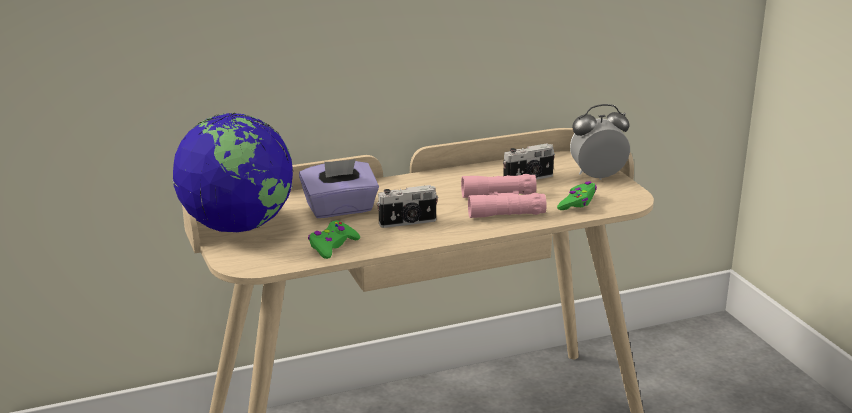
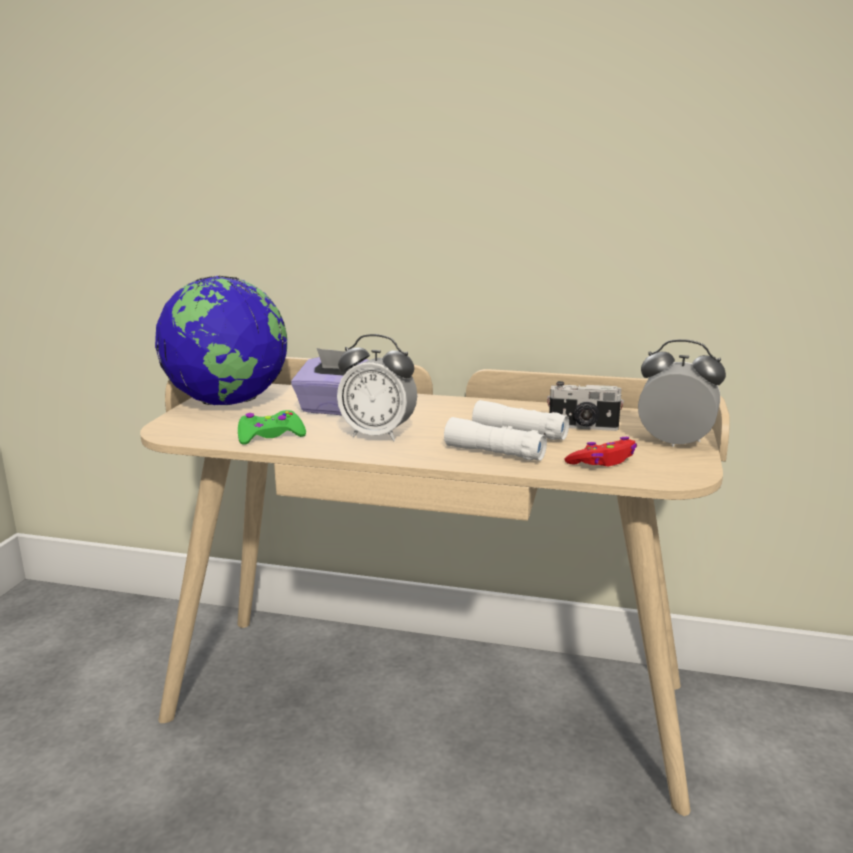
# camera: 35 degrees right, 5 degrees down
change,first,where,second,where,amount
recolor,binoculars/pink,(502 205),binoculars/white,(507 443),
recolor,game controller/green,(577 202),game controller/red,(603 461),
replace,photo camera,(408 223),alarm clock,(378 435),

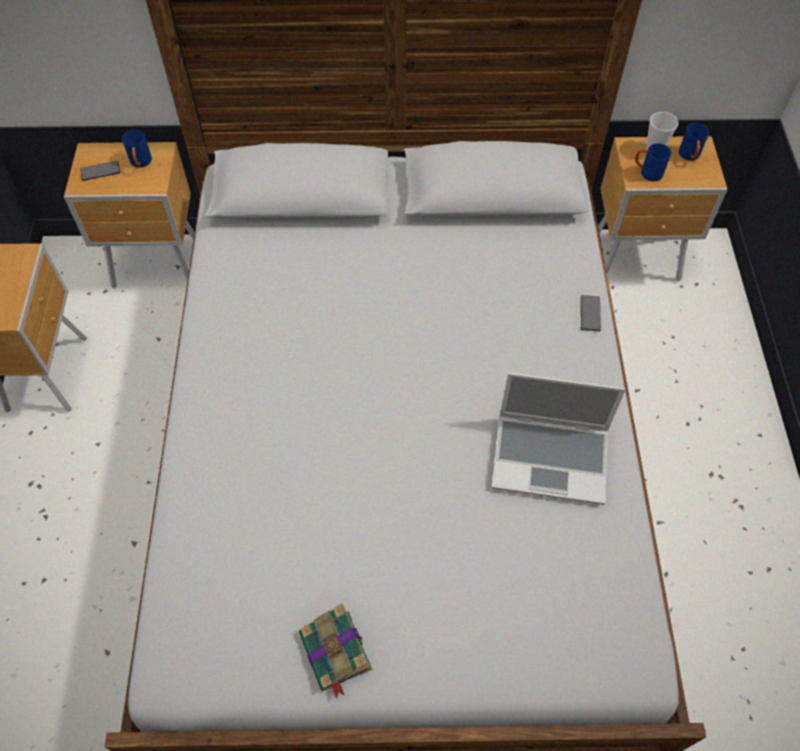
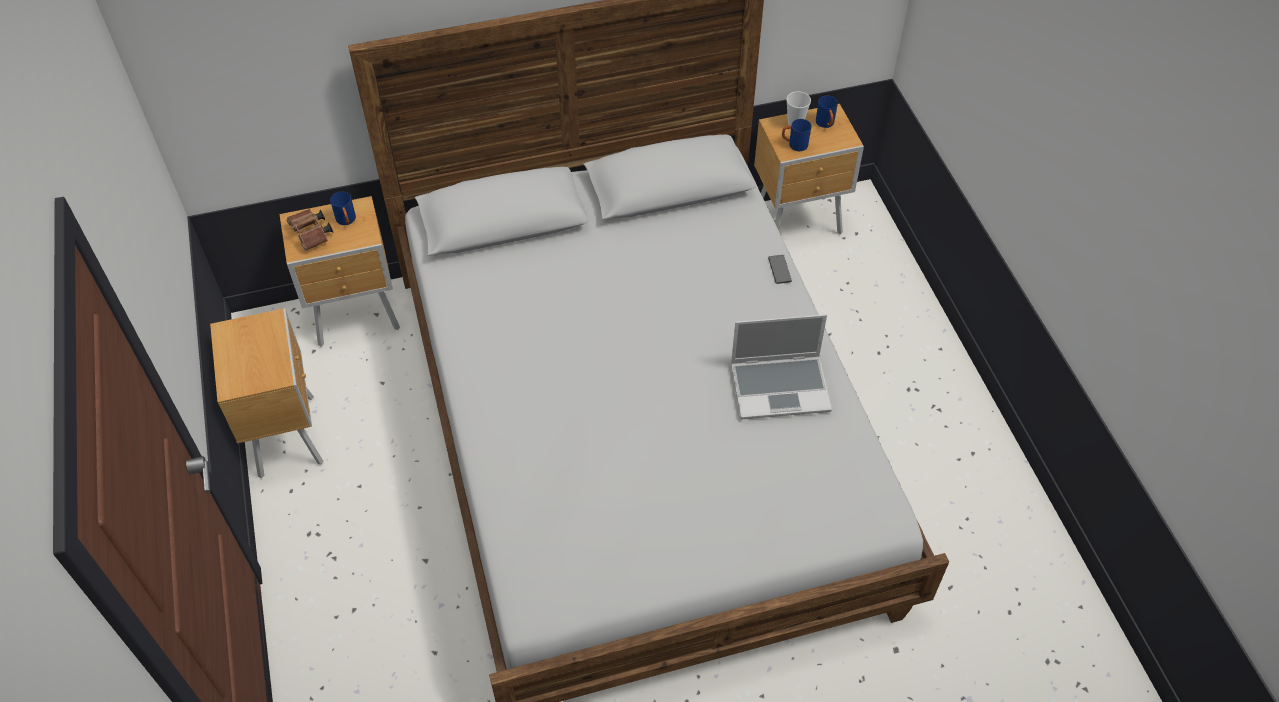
# camera: 15 degrees left, 5 degrees down
change,first,where,second,where,amount
replace,phone,(100 171),binoculars/brown,(312 235),
delete,book,(336 653),,,

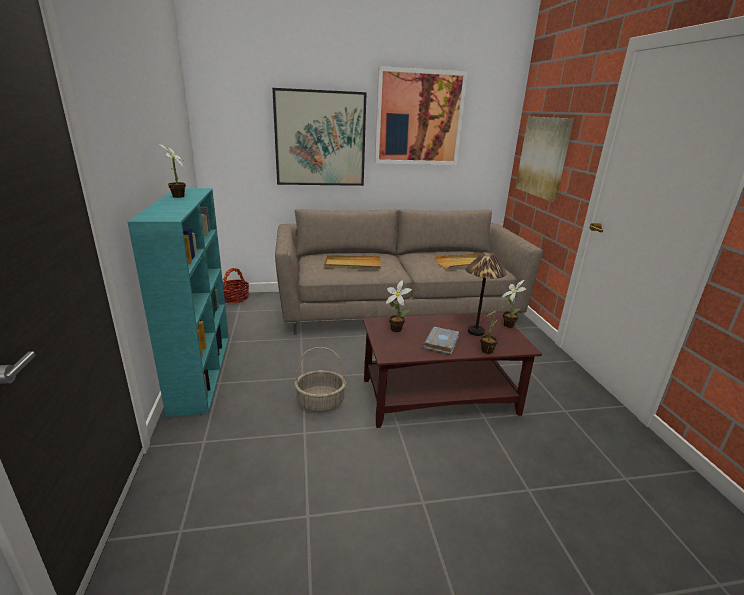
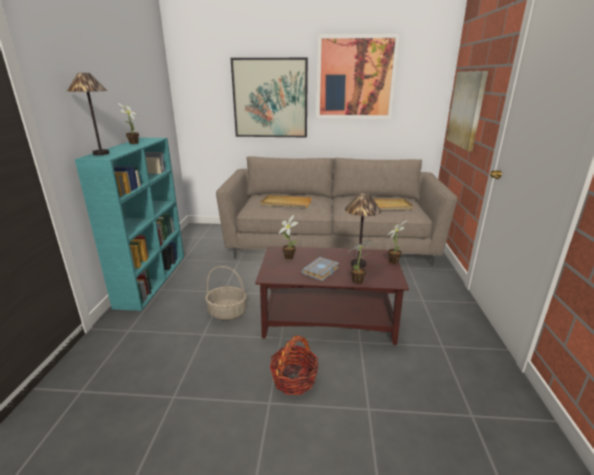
# camera: 15 degrees right, 0 degrees up
change,first,where,second,where,amount
move,basket,(234 298),,(294 379),
insert,,,table lamp,(100 153),

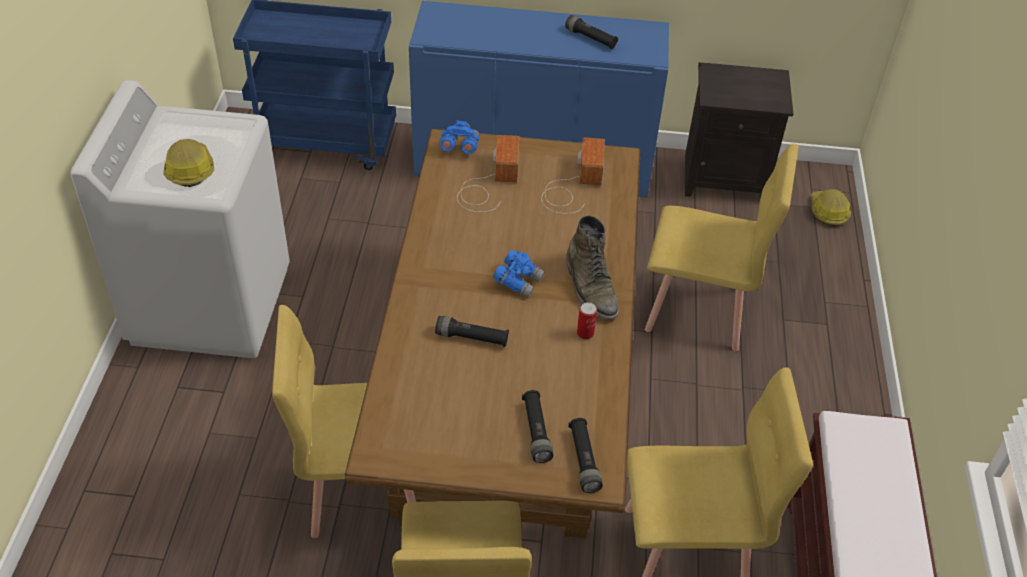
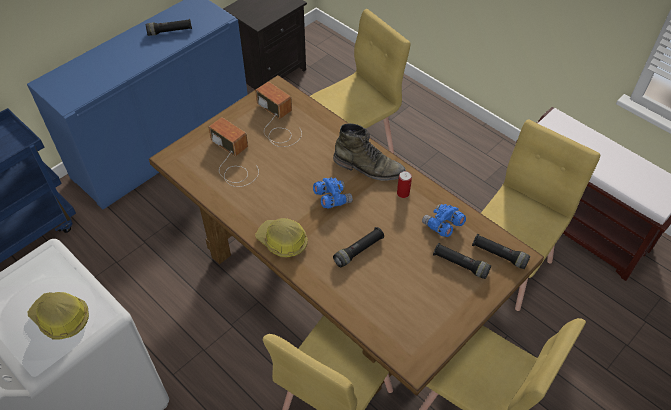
# camera: 50 degrees left, 5 degrees up
change,first,where,second,where,amount
move,binoculars/blue,(459 148),,(442 226),
move,hard hat,(827 212),,(282 241),

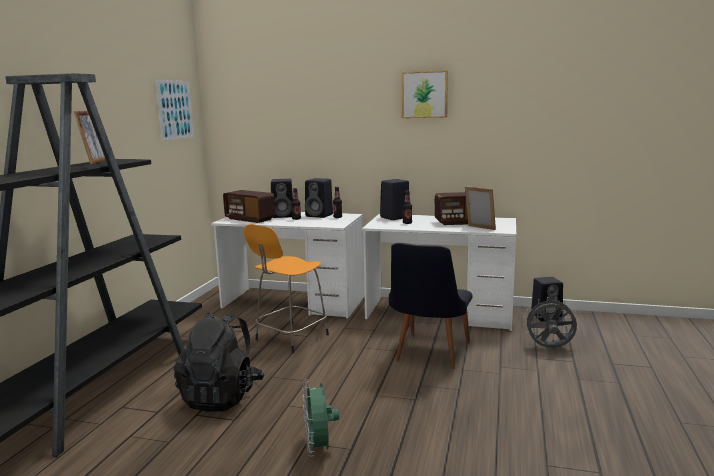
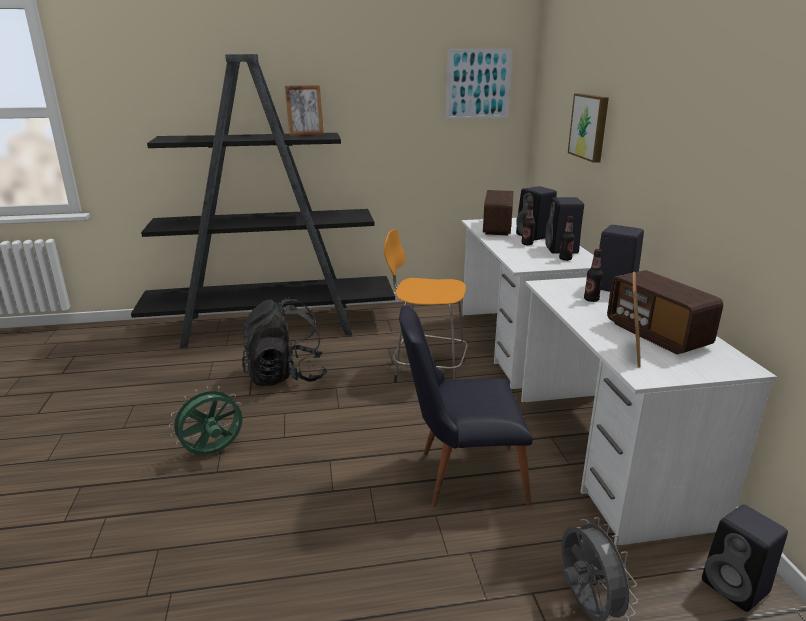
# camera: 65 degrees right, 10 degrees up
change,first,where,second,where,amount
move,picture,(425 94),,(590 127),

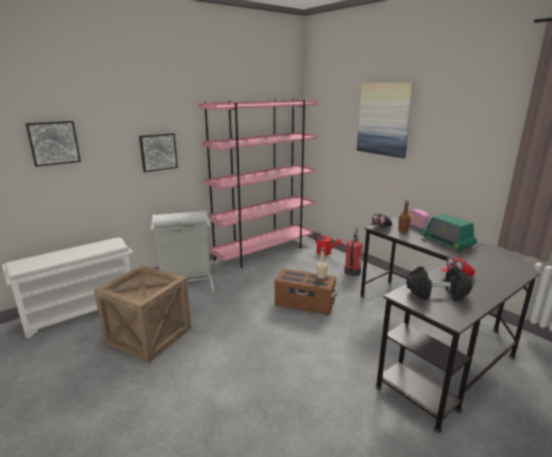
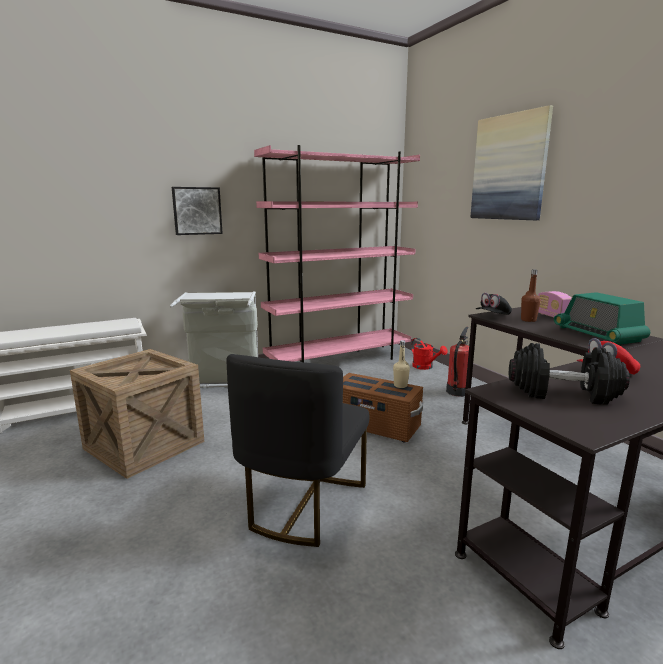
# camera: 10 degrees right, 5 degrees down
change,first,where,second,where,amount
delete,picture,(53 143),,,
insert,,,chair/black,(302 504),

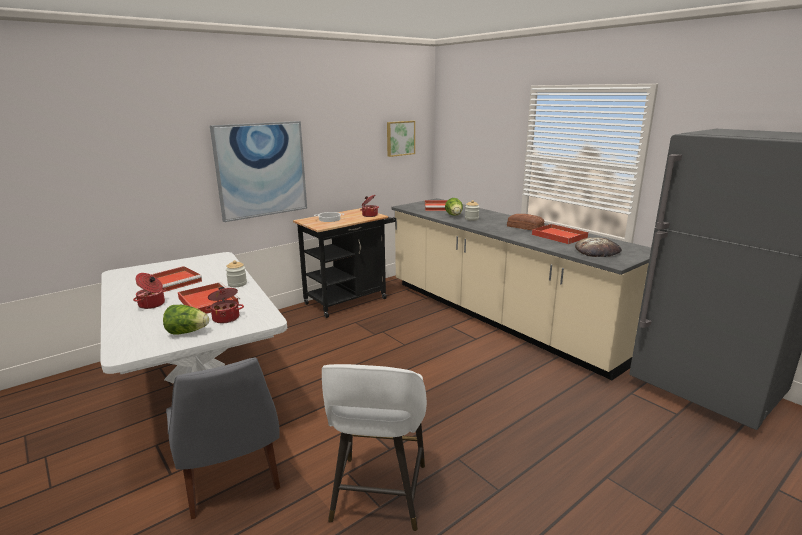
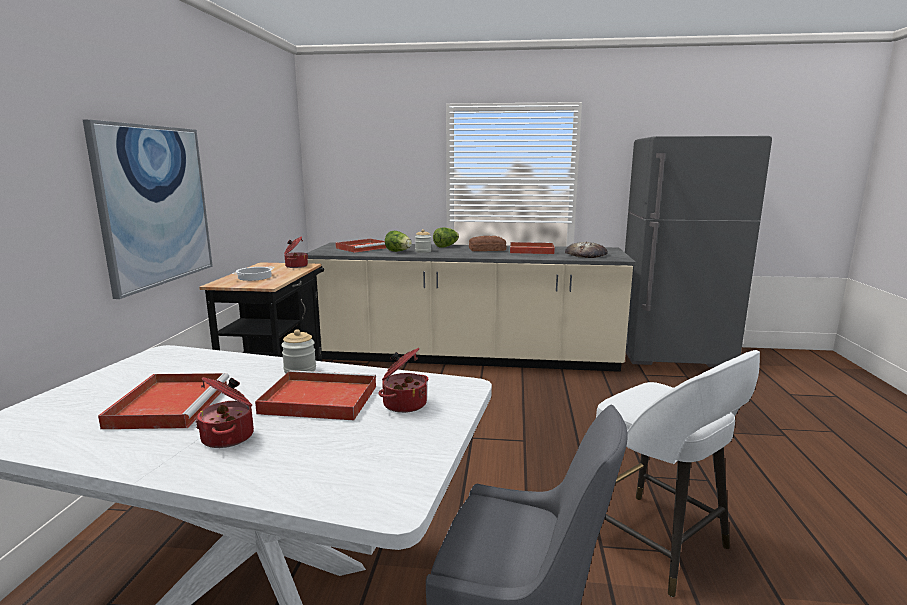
# camera: 45 degrees left, 5 degrees down
change,first,where,second,where,amount
delete,picture,(400 138),,,
move,lettuce,(187 332),,(446 246),

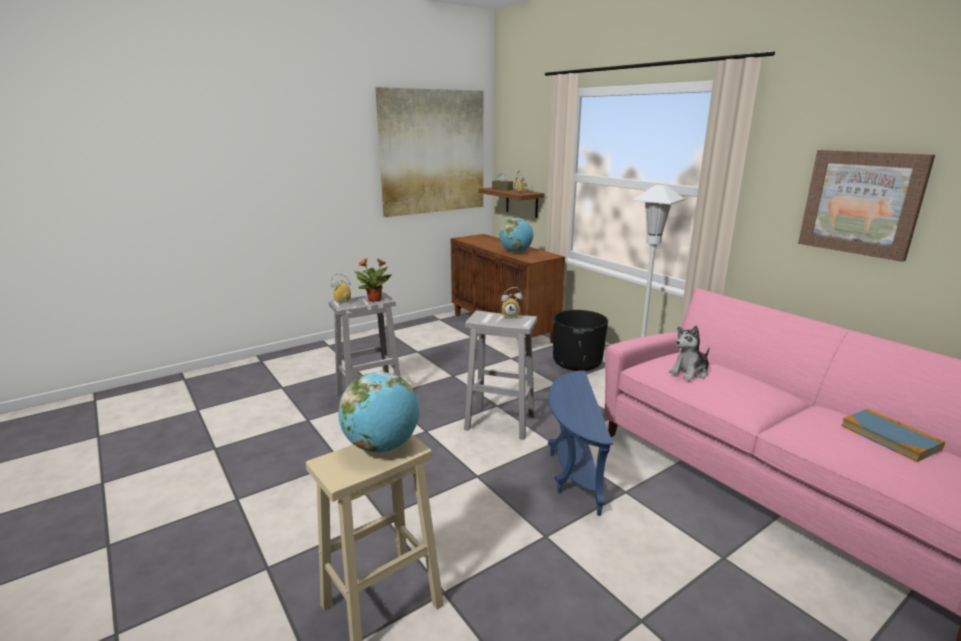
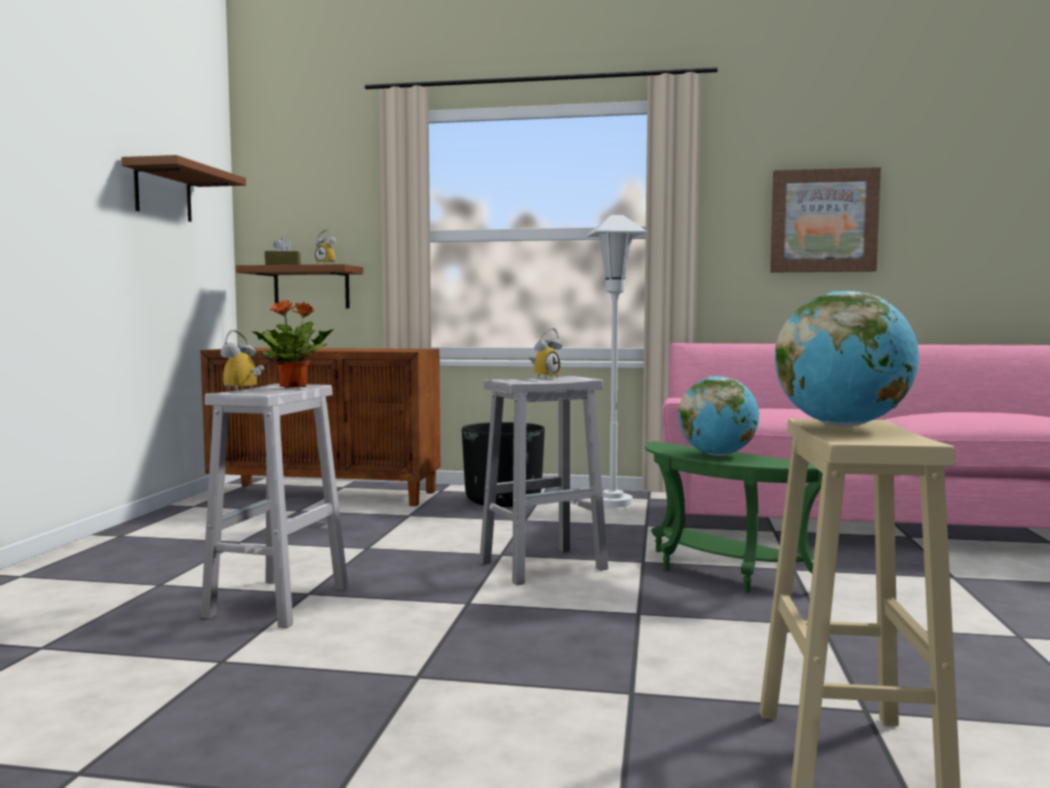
# camera: 45 degrees left, 15 degrees down
change,first,where,second,where,amount
replace,picture,(432 152),shelf/brown,(163 192),
move,globe,(516 252),,(717 455),
delete,plush toy,(690 372),,,
recolor,side table/blue,(572 472),side table/green,(719 574),
delete,book,(890 437),,,

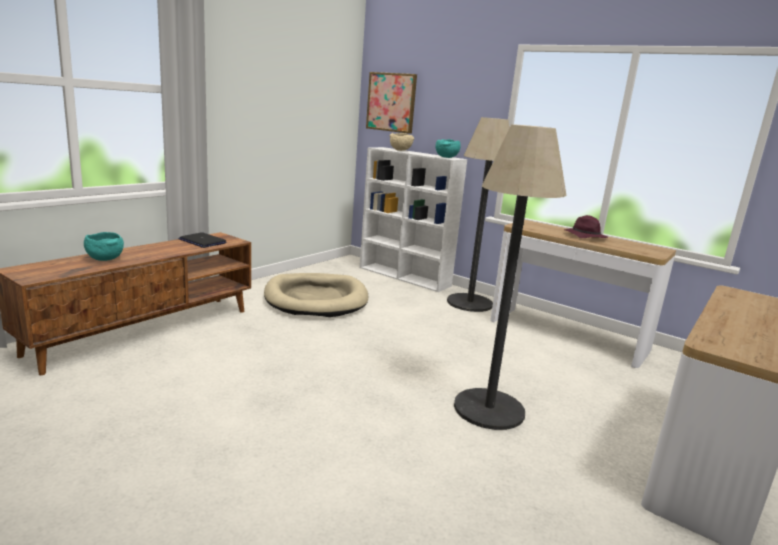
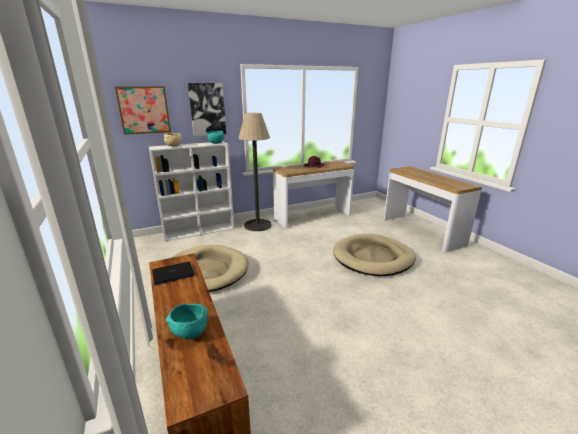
# camera: 60 degrees left, 5 degrees up
change,first,where,second,where,amount
replace,floor lamp,(489 409),dog bed/beige,(373 258),
insert,,,picture,(207 109),

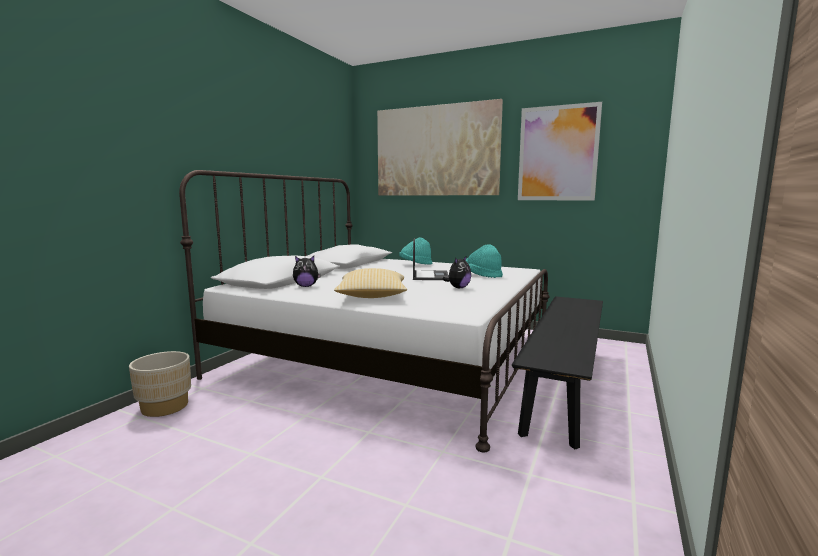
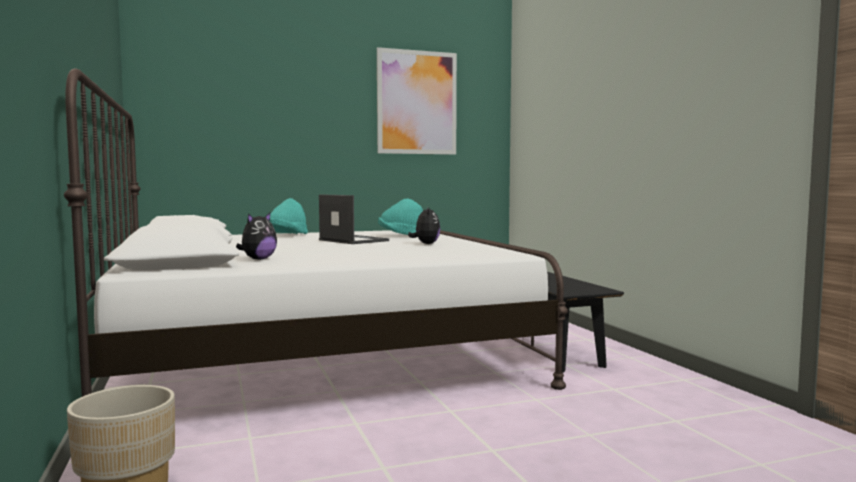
# camera: 45 degrees left, 5 degrees down
change,first,where,second,where,amount
delete,picture,(436 151),,,
delete,pillow,(372 297),,,

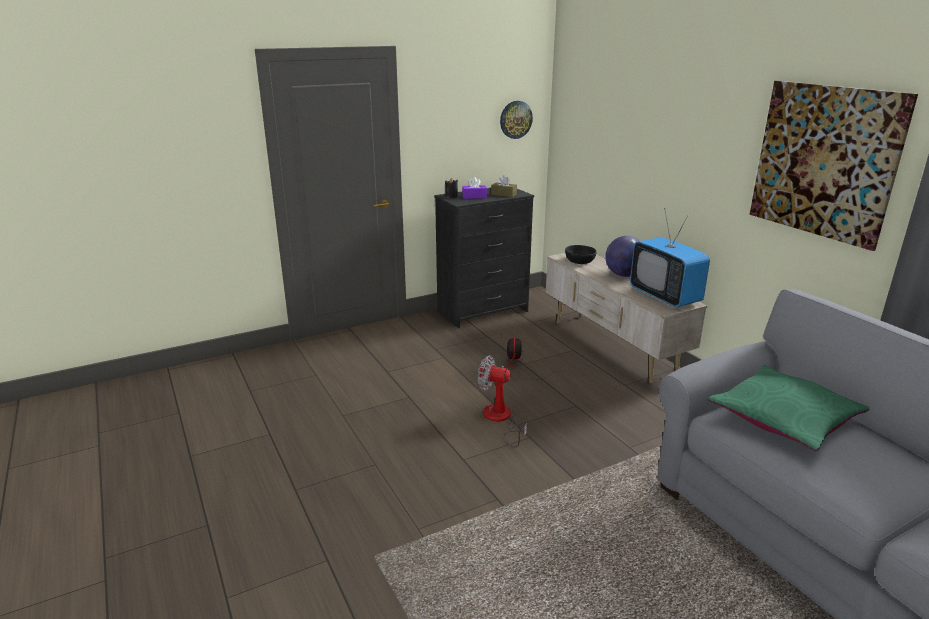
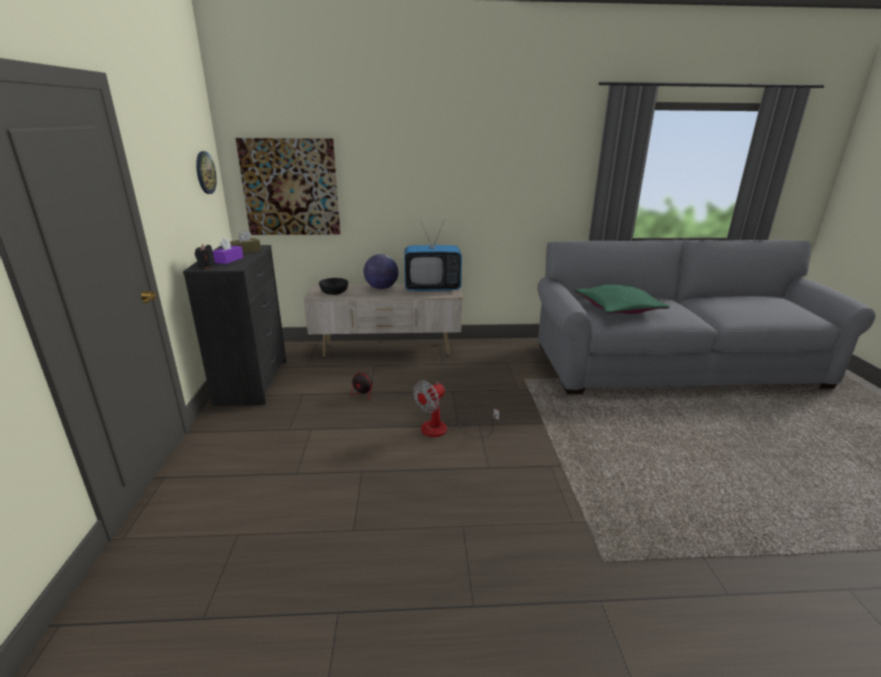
# camera: 65 degrees left, 0 degrees up
change,first,where,second,where,amount
move,picture,(824 161),,(290 187),

